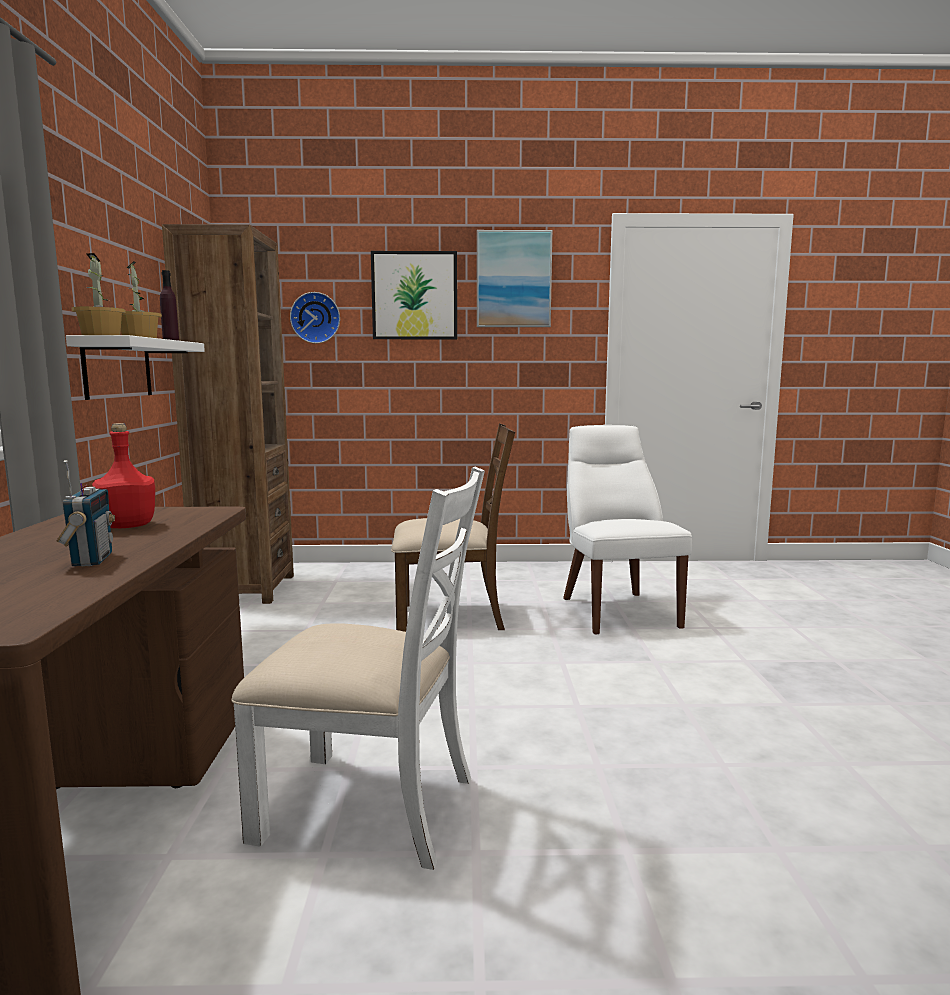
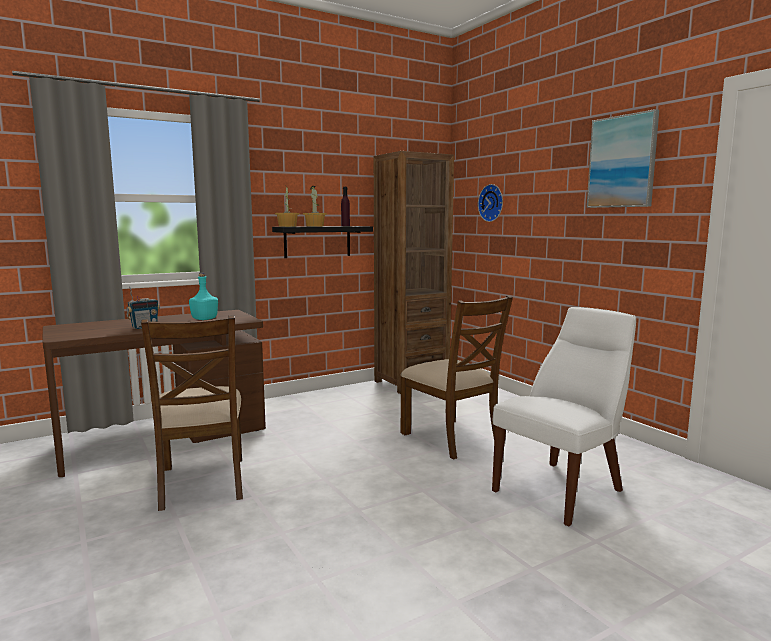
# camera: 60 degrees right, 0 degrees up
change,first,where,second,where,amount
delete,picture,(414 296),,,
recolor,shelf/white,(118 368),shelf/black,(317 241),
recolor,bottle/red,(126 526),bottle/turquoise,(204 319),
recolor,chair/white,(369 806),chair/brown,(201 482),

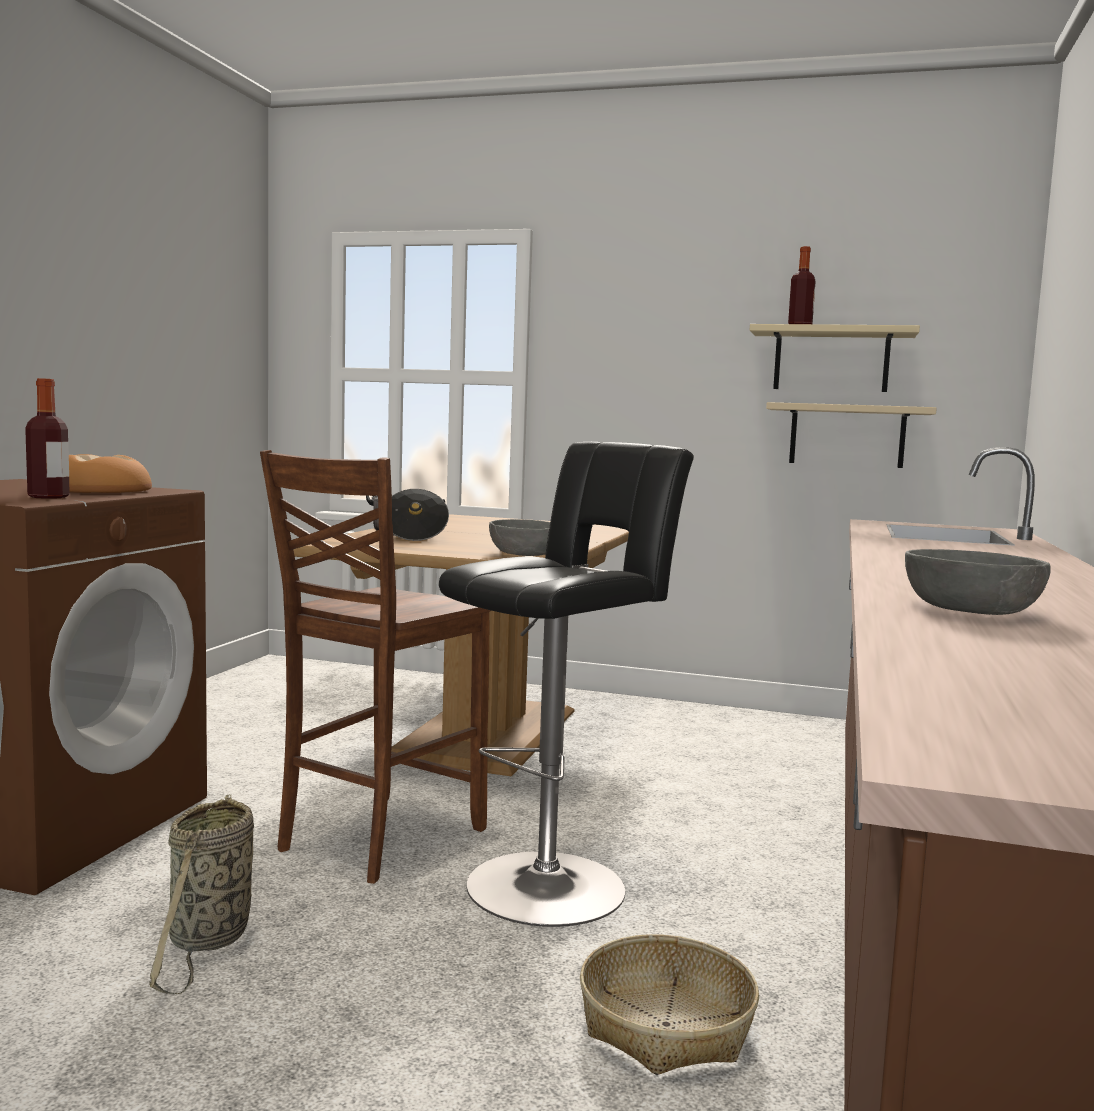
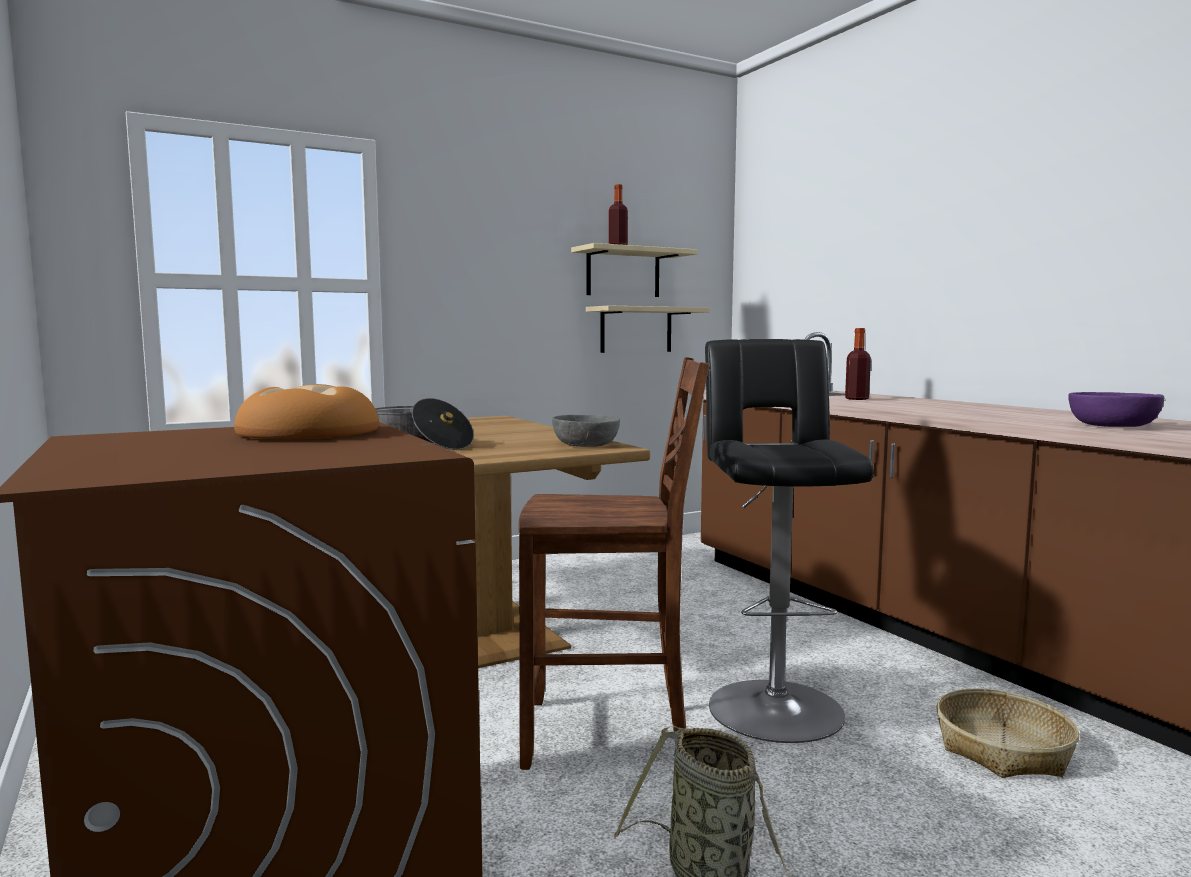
# camera: 45 degrees left, 0 degrees up
change,first,where,second,where,amount
move,bottle,(48 497),,(856 399),
rotate,chair/brown,(376 839),,(610 735),75 degrees counterclockwise
recolor,bowl/grey,(970 609),bowl/purple,(1112 425),

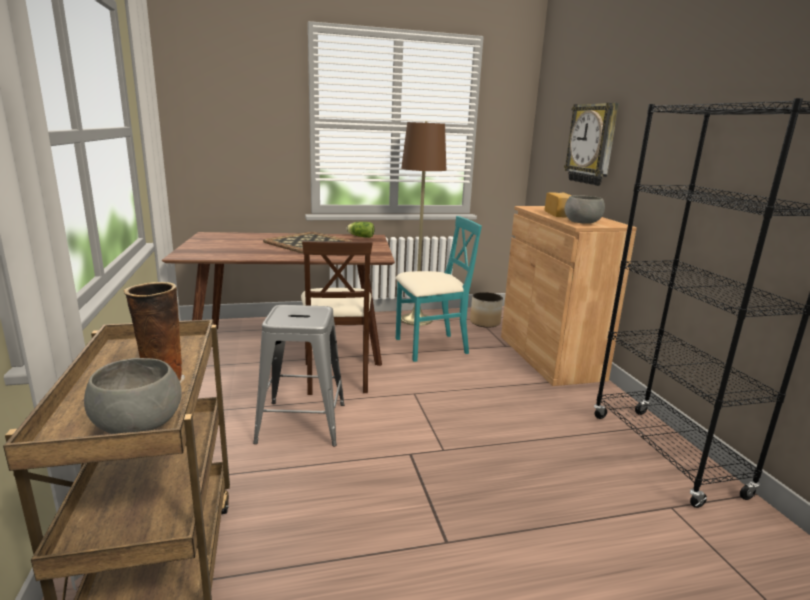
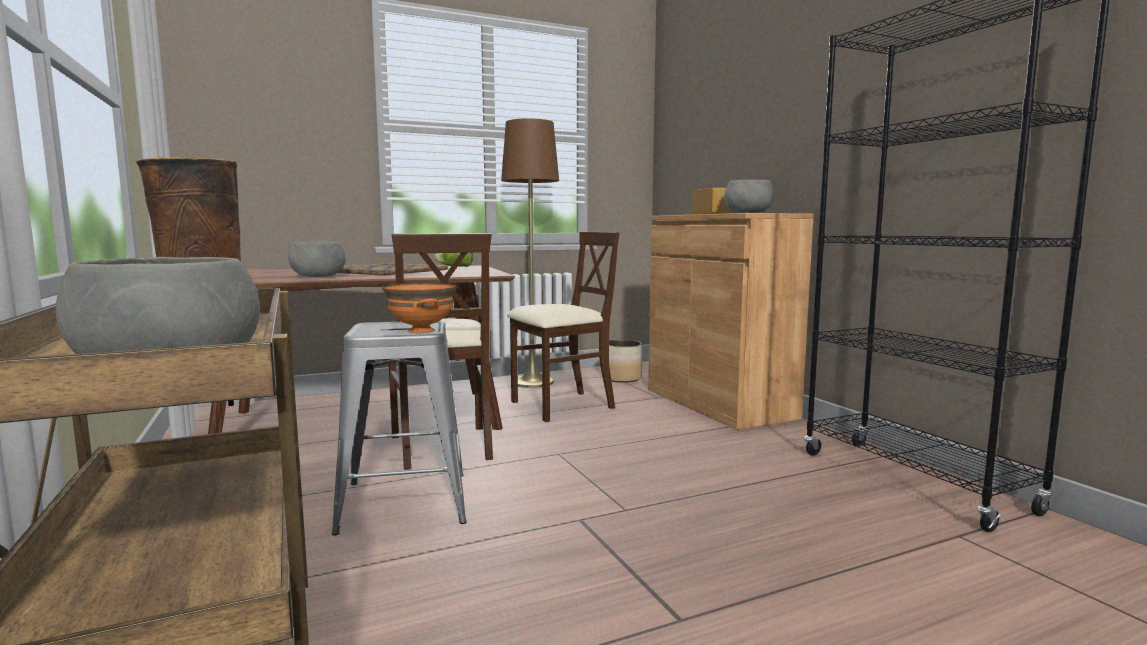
# camera: 10 degrees left, 10 degrees down
change,first,where,second,where,amount
delete,wall clock,(592 144),,,
recolor,chair/turquoise,(430 347),chair/beige,(562 406),
insert,,,bowl/grey,(319 276),
insert,,,bowl/orange,(422 331),

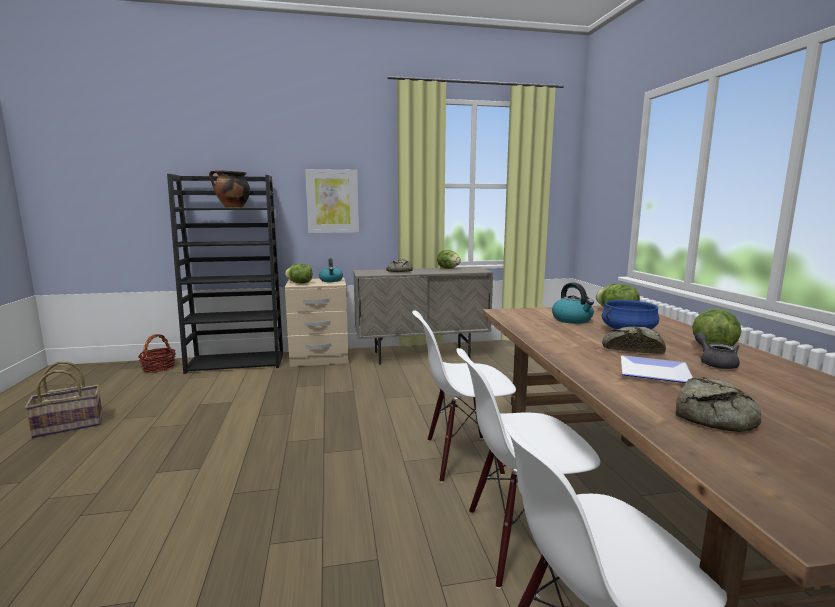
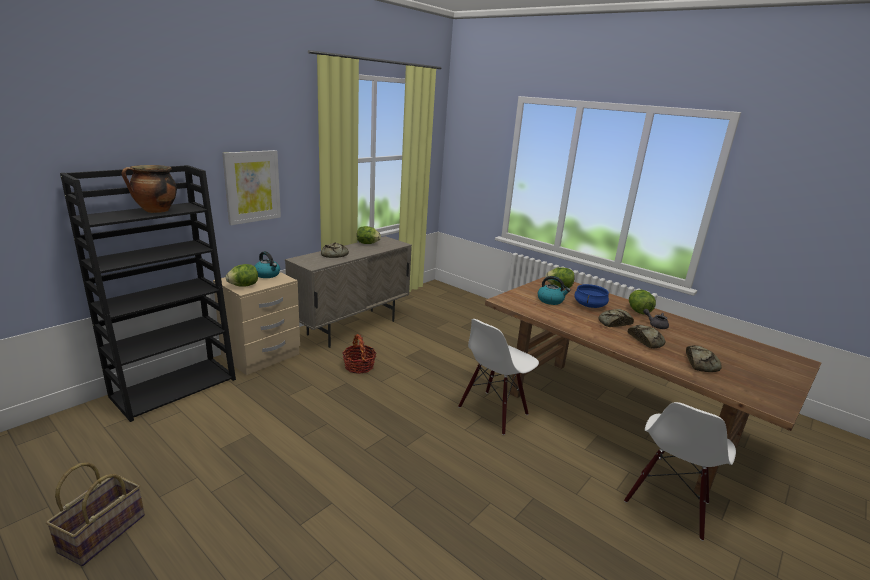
# camera: 40 degrees left, 10 degrees up
change,first,where,second,where,amount
move,basket,(159 367),,(359 366),
delete,chair/white,(519 542),,,
replace,plate,(651 372),bread,(646 340),

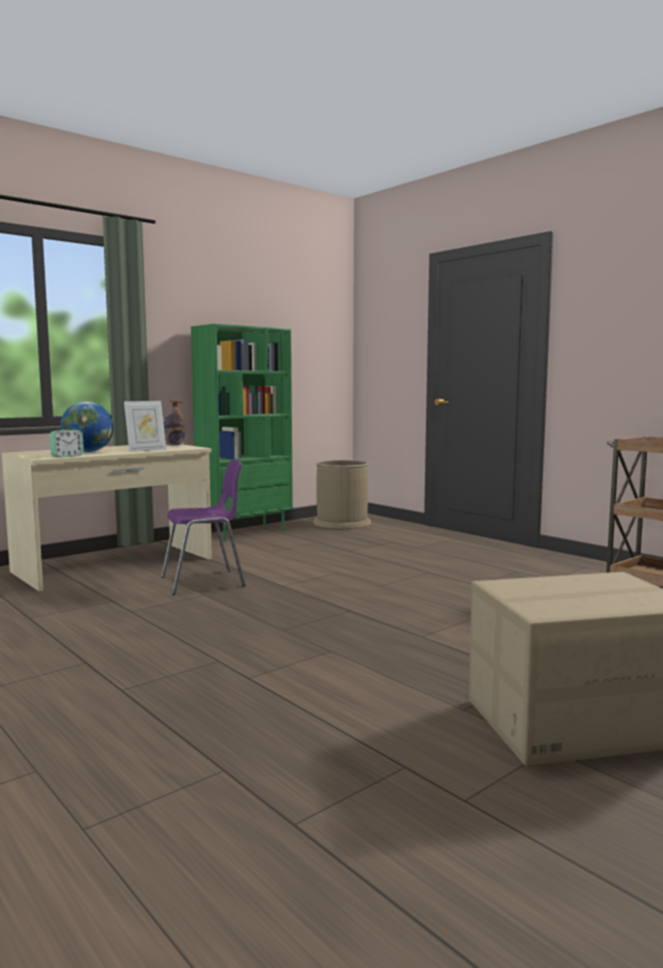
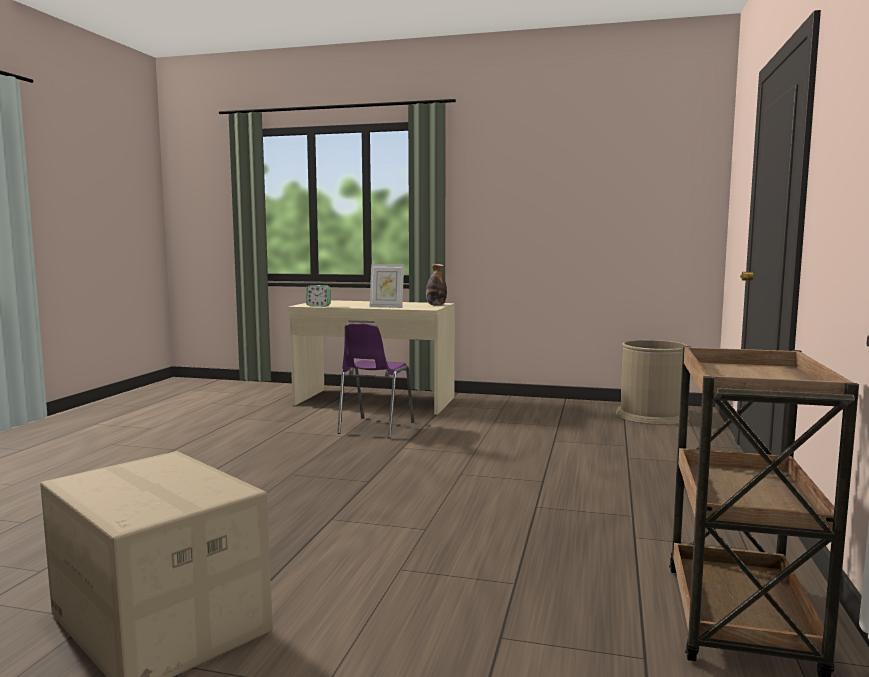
# camera: 55 degrees right, 0 degrees up
change,first,where,second,where,amount
delete,bookcase/green,(245 533),,,
delete,globe,(88 451),,,
rotate,chair/purple,(205 582),,(374 428),75 degrees clockwise

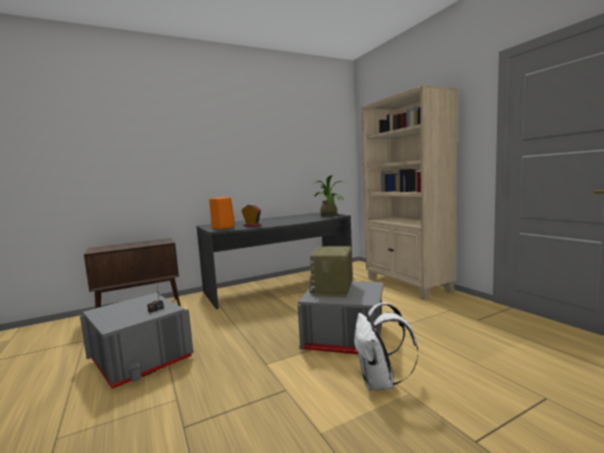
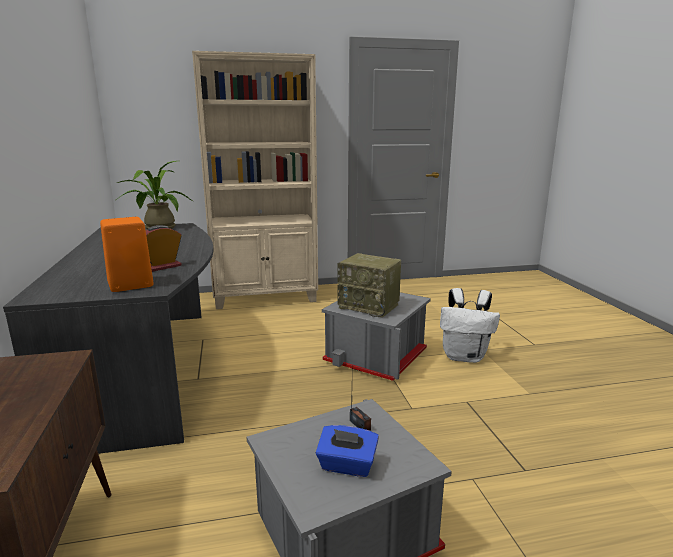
# camera: 75 degrees left, 10 degrees up
change,first,where,second,where,amount
insert,,,tissue box/blue,(347 465),

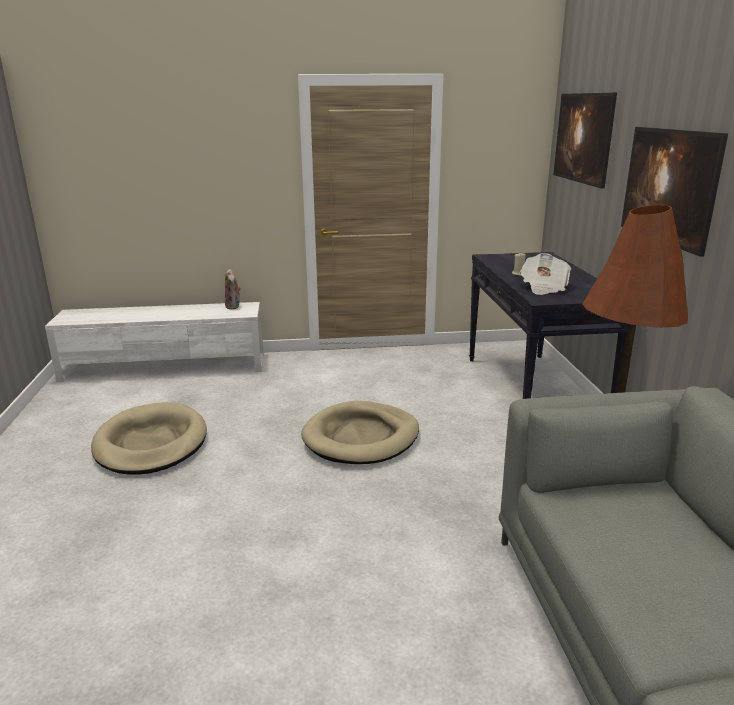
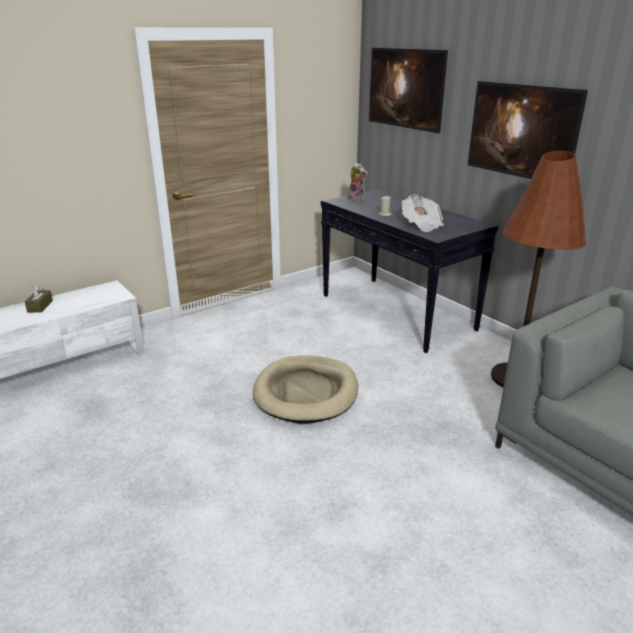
# camera: 30 degrees left, 5 degrees up
change,first,where,second,where,amount
move,plush toy,(234 306),,(357 199),
delete,dog bed/beige,(151 443),,,
insert,,,tissue box/brown,(40 306),

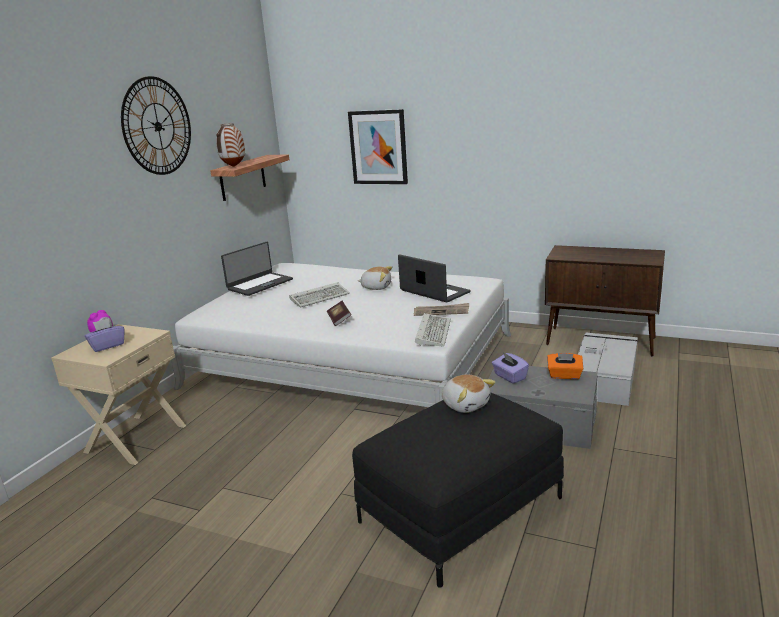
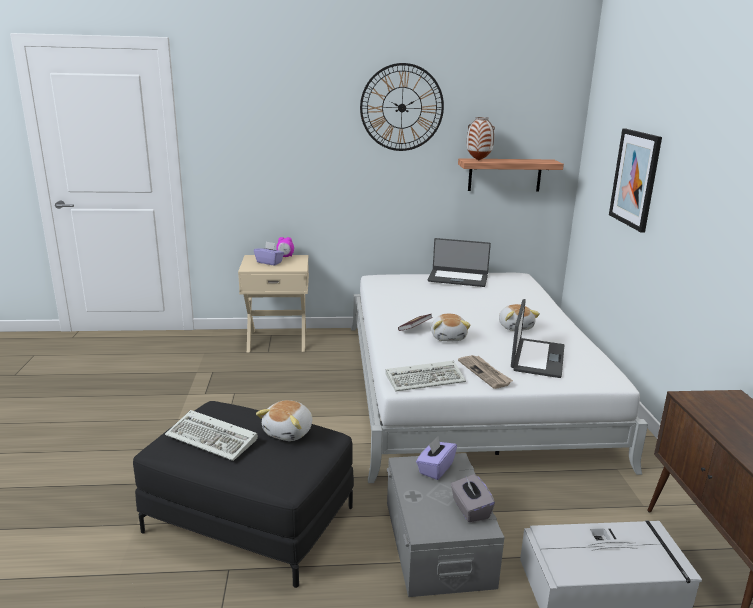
# camera: 60 degrees right, 0 degrees up
change,first,where,second,where,amount
move,keyboard,(320 297),,(214 439),
recolor,tissue box/orange,(564 375),tissue box/grey,(470 509),
insert,,,plush toy,(449 337),

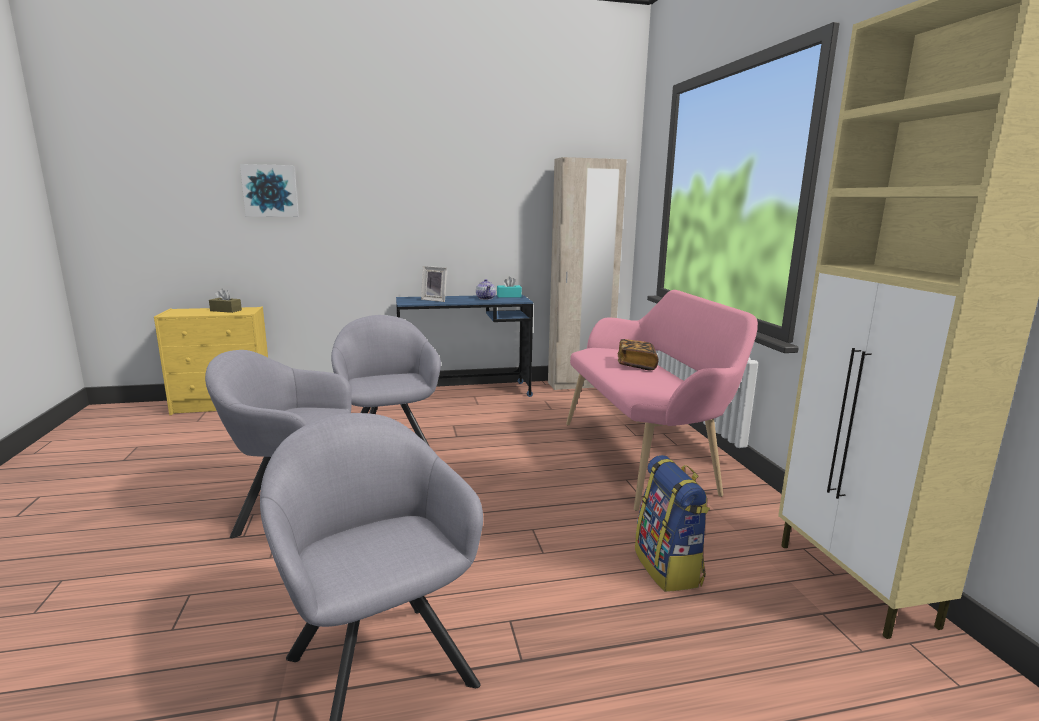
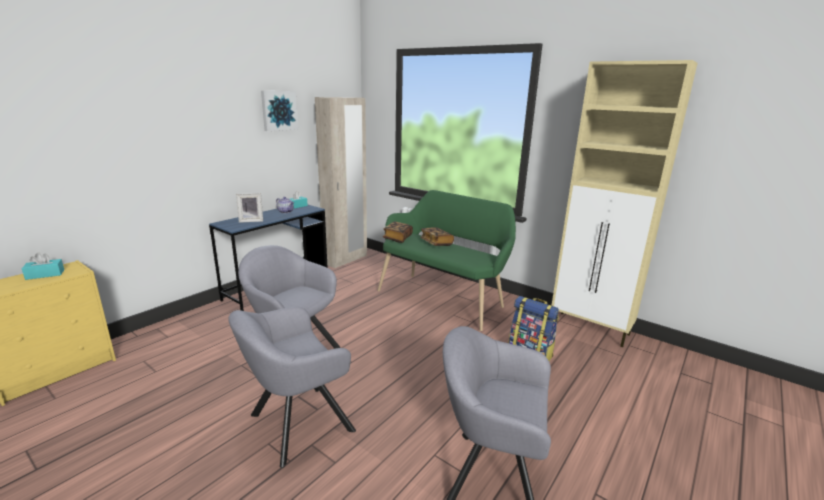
# camera: 40 degrees left, 5 degrees up
change,first,where,second,where,amount
move,picture,(270 191),,(278 110),
recolor,tissue box/brown,(226 310),tissue box/turquoise,(45 274),
recolor,bench/pink,(644 457),bench/green,(444 298),
insert,,,book,(397 238),

